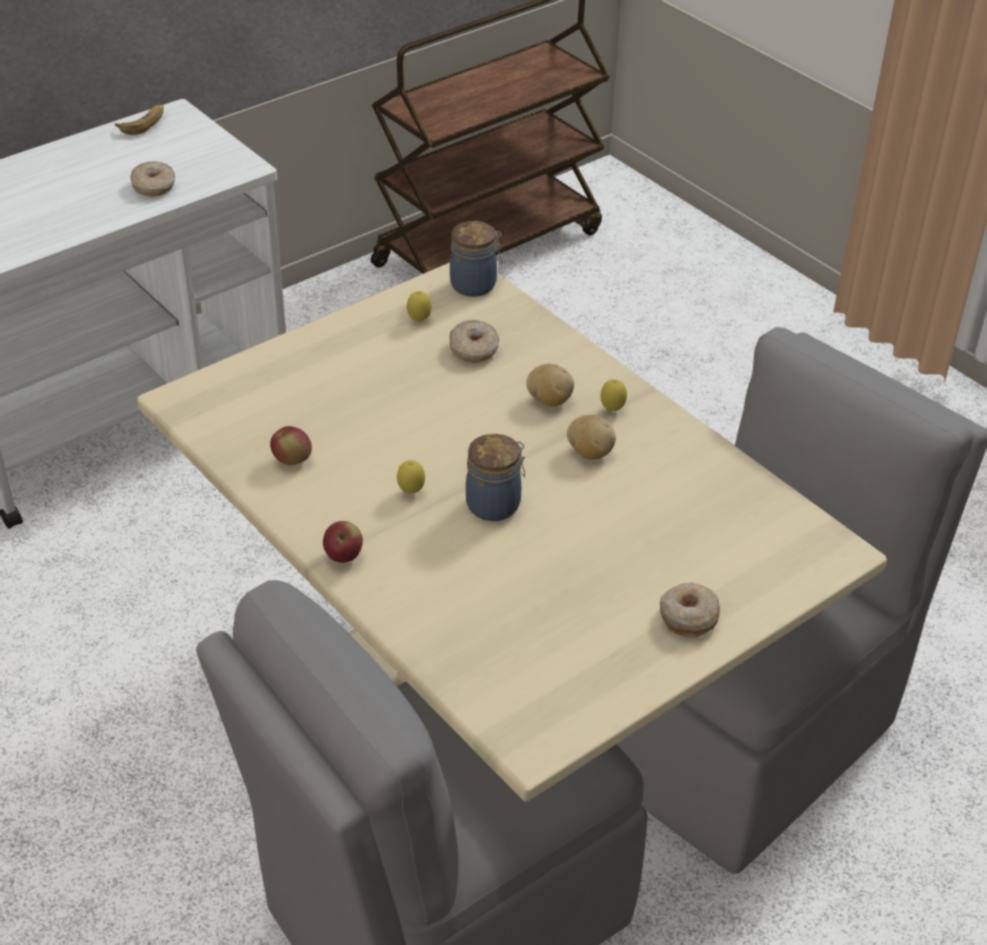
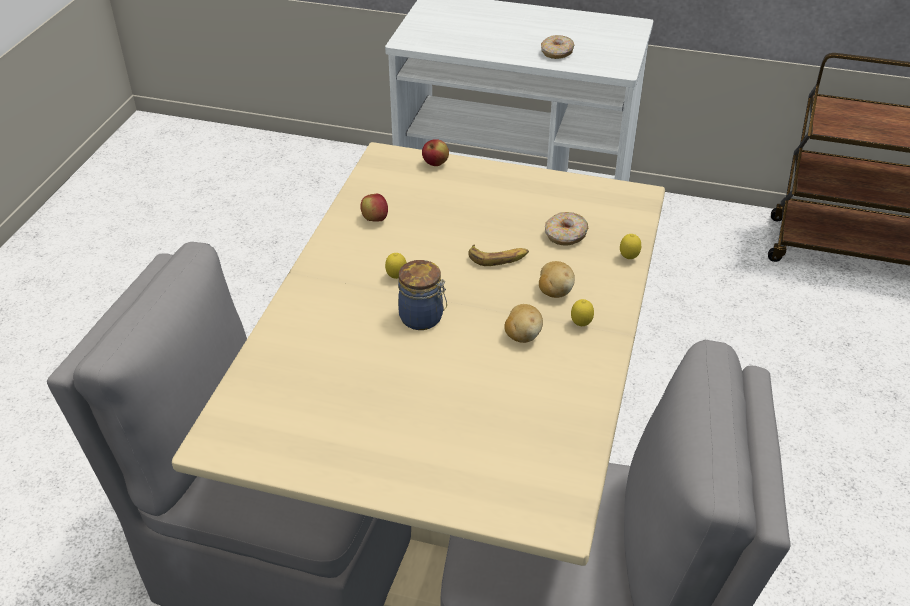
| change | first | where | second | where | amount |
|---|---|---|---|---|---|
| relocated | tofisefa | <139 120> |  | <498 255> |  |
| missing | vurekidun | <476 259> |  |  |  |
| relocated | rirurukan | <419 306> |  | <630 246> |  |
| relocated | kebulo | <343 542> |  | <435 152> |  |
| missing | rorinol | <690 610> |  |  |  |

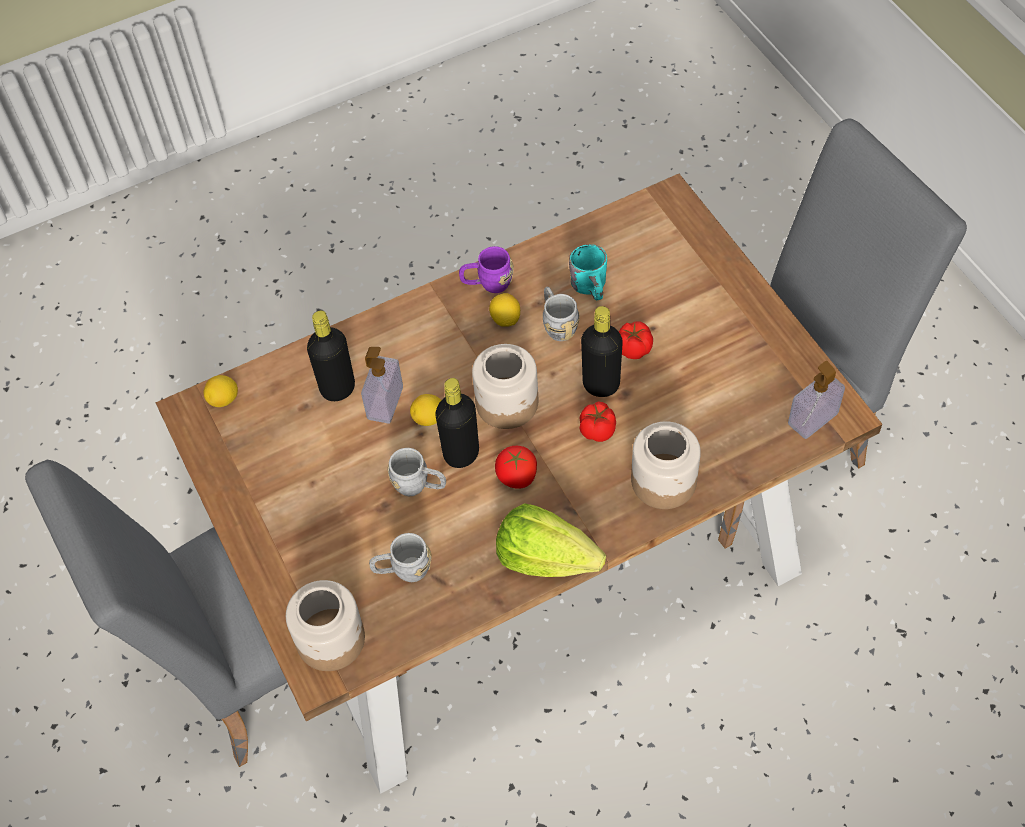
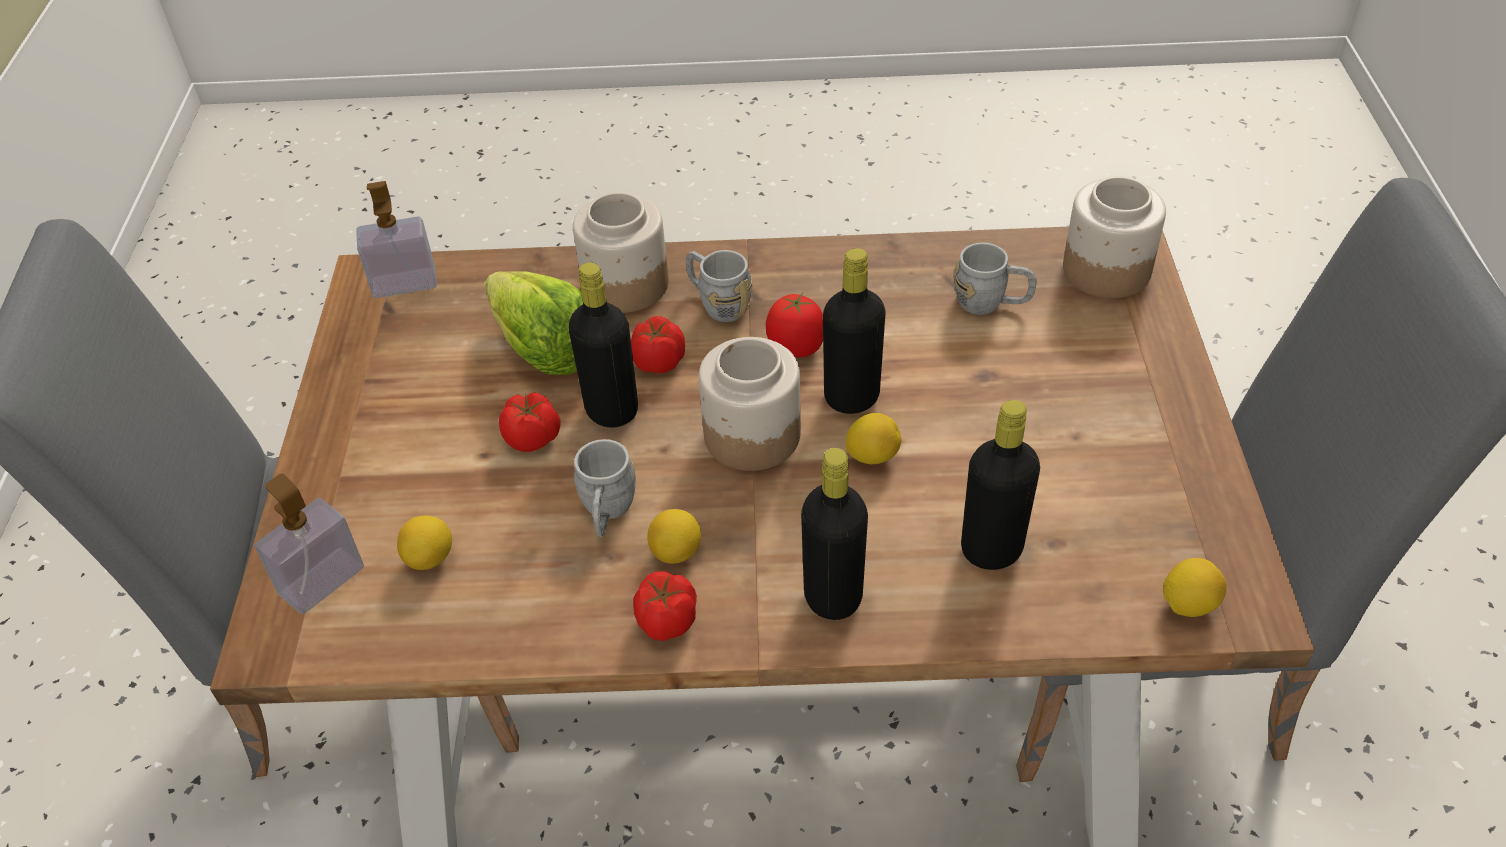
| change | first | where | second | where | amount |
|---|---|---|---|---|---|
| missing | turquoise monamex | <588 272> |  |  |  |
| exchanged | purple monamex | <486 269> | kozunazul | <665 606> |  |
| relocated | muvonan | <382 385> |  | <309 544> |  |
| relocated | grey monamex | <417 472> |  | <719 286> |  |
| relocated | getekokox | <551 540> |  | <534 323> |  |
| appeared |  |  | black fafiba | <834 534> |  |
| appeared |  |  | rirurukan | <424 543> |  |

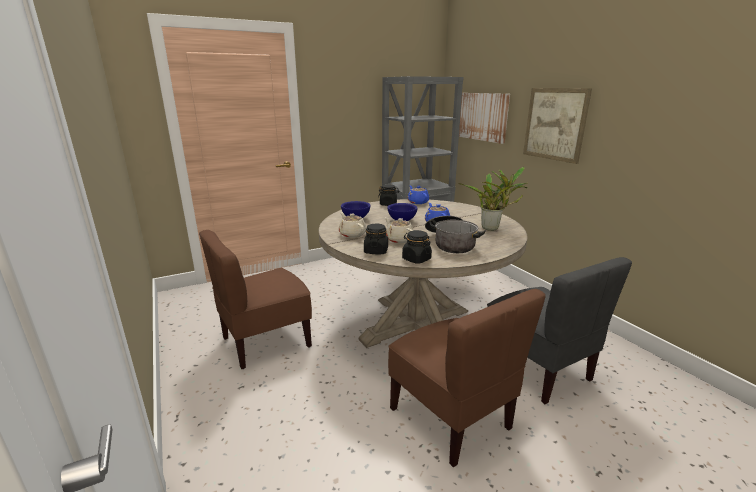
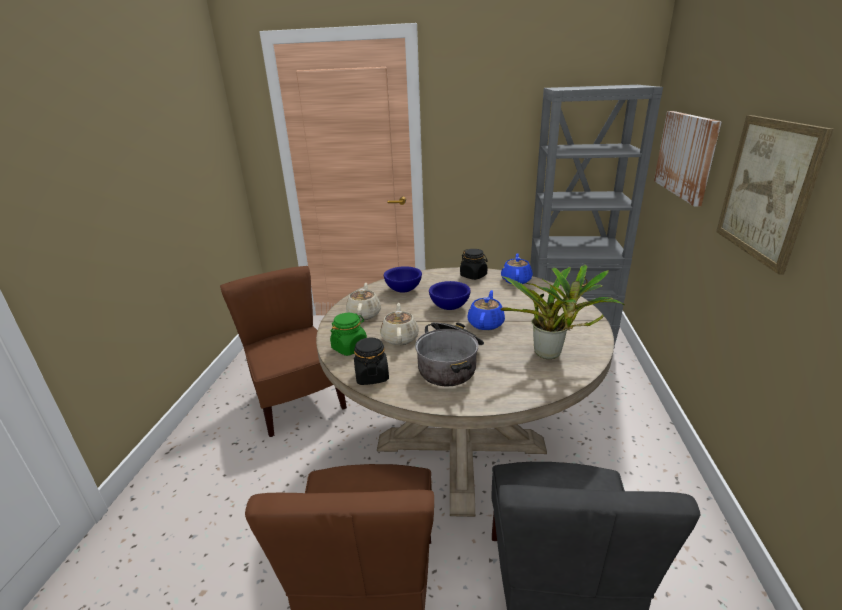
| change | first | where | second | where | amount |
|---|---|---|---|---|---|
| colour | black vurekidun | <376 239> | green vurekidun | <348 334> |  |
| spun | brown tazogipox | <255 299> |  | <283 351> | 60 degrees clockwise |

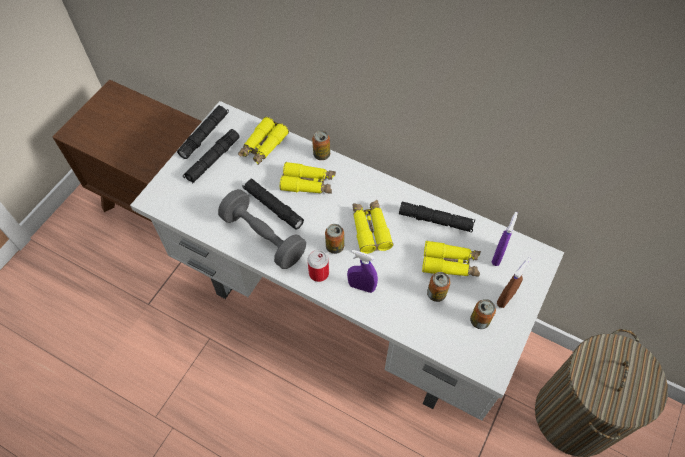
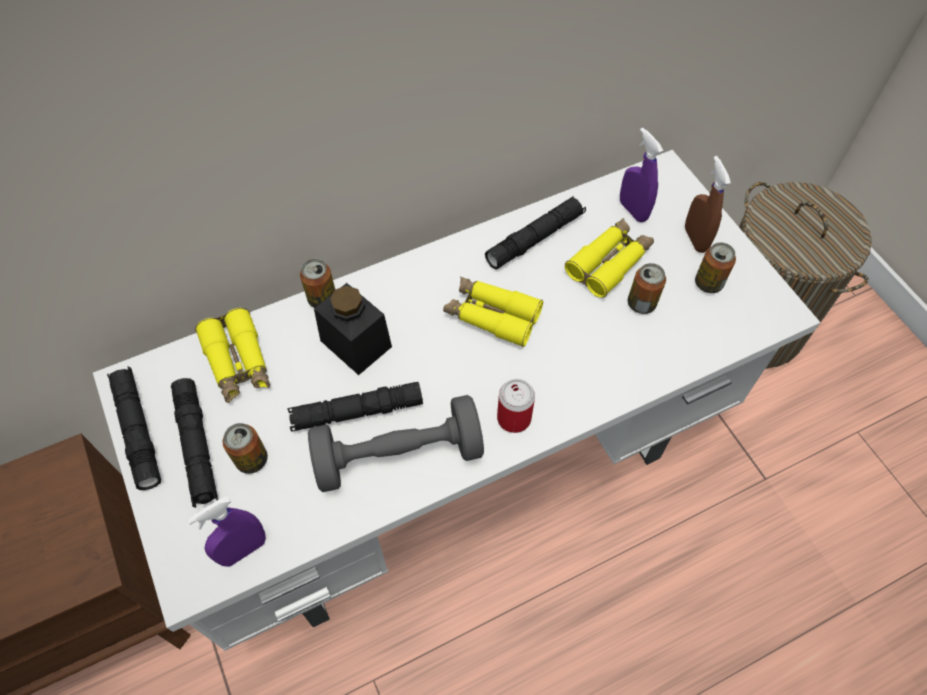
| change | first | where | second | where | amount |
|---|---|---|---|---|---|
| exchanged | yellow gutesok | <308 178> | black vurekidun | <353 329> |  |
| relocated | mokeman | <334 239> |  | <245 448> |  |
| relocated | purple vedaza | <362 271> |  | <226 531> |  |

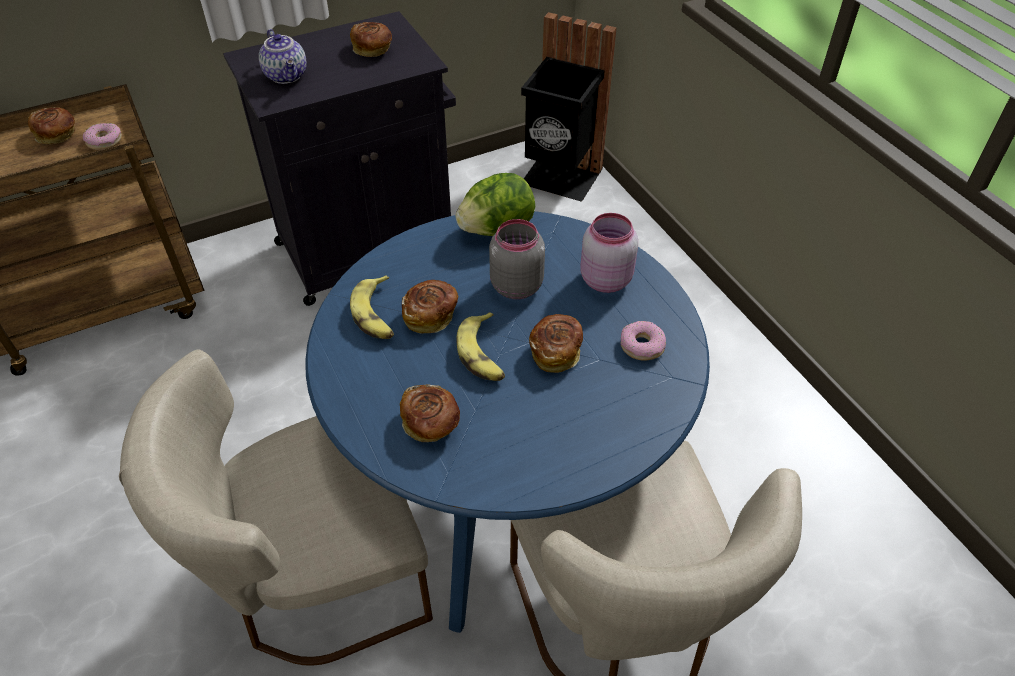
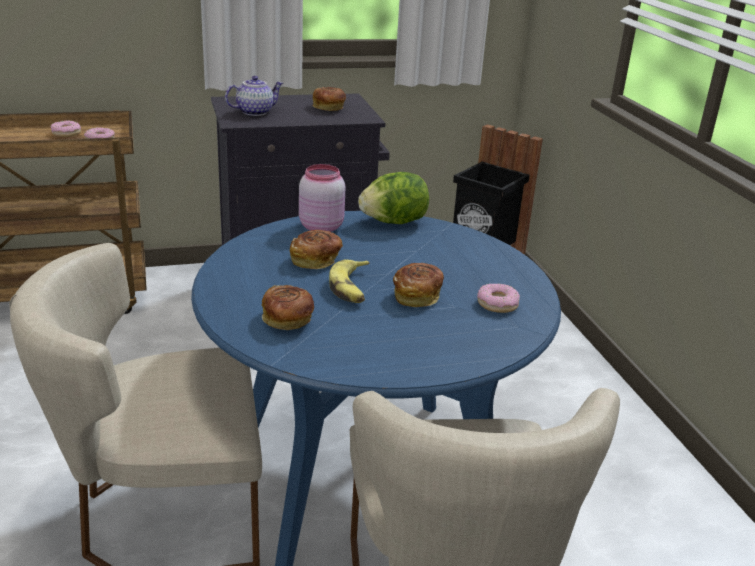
| change | first | where | second | where | amount |
|---|---|---|---|---|---|
| spun | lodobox | <283 56> |  | <254 96> | 105 degrees counterclockwise |
| exchanged | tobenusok | <51 125> | rorinol | <66 128> |  |
| relocated | pink vurekidun | <609 253> |  | <322 198> |  |
| missing | grey vurekidun | <517 259> |  |  |  |
| missing | tofisefa | <372 307> |  |  |  |

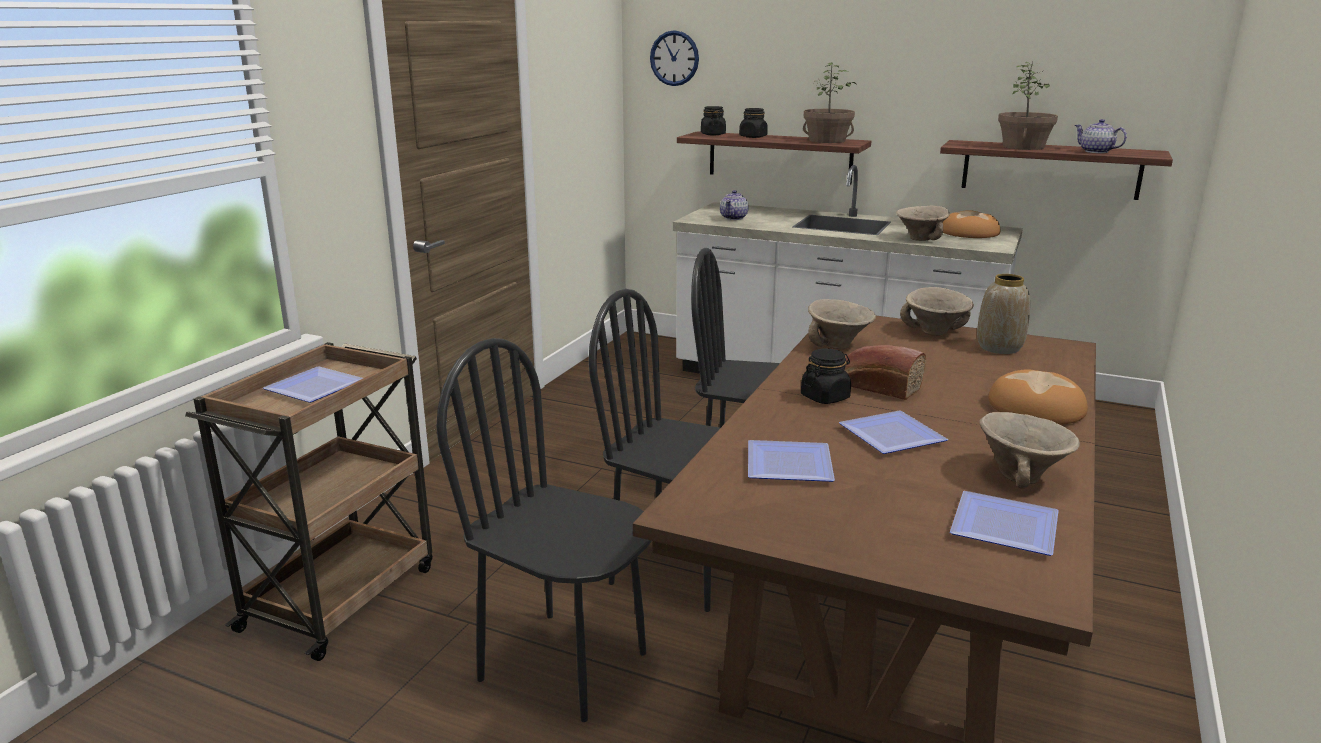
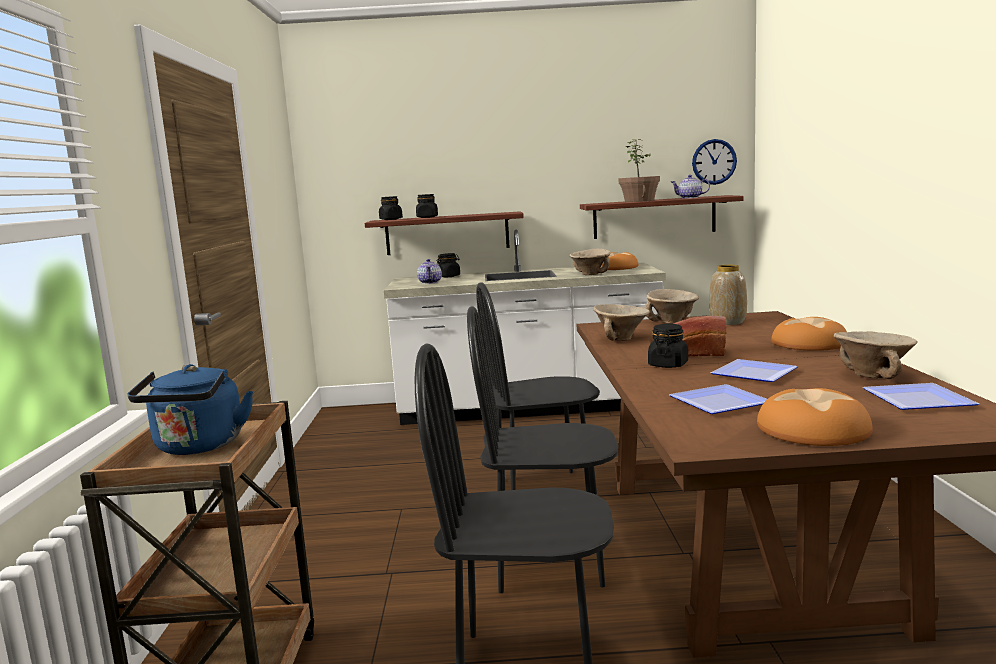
| change | first | where | second | where | amount |
|---|---|---|---|---|---|
| relocated | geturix | <674 58> |  | <714 162> |  |
| missing | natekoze | <829 102> |  |  |  |
| exchanged | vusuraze | <313 384> | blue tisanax | <190 409> |  |
| appeared |  |  | black vurekidun | <448 265> |  |
| appeared |  |  | tobenusok | <815 417> |  |

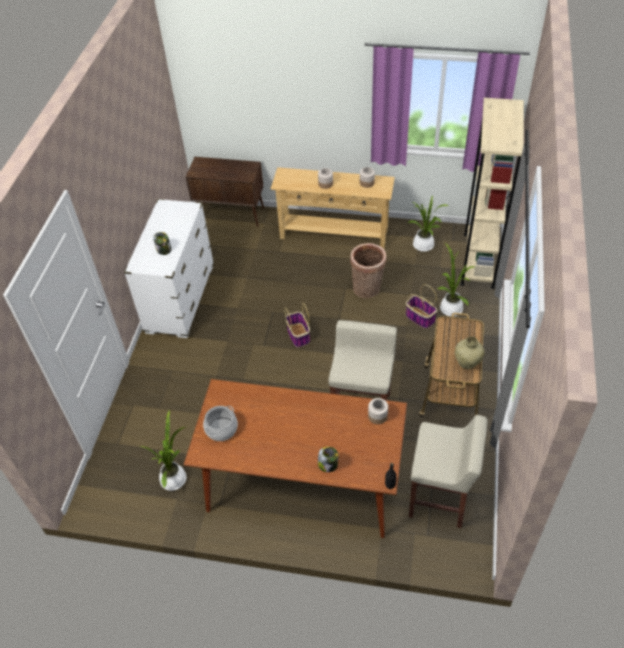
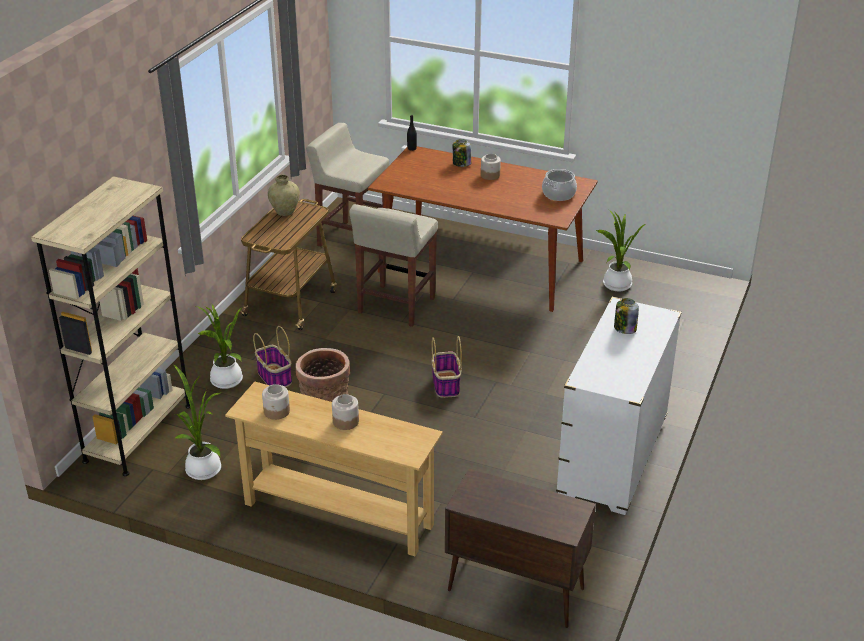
| change | first | where | second | where | amount |
|---|---|---|---|---|---|
| relocated | vurekidun | <378 411> |  | <491 167> |  |

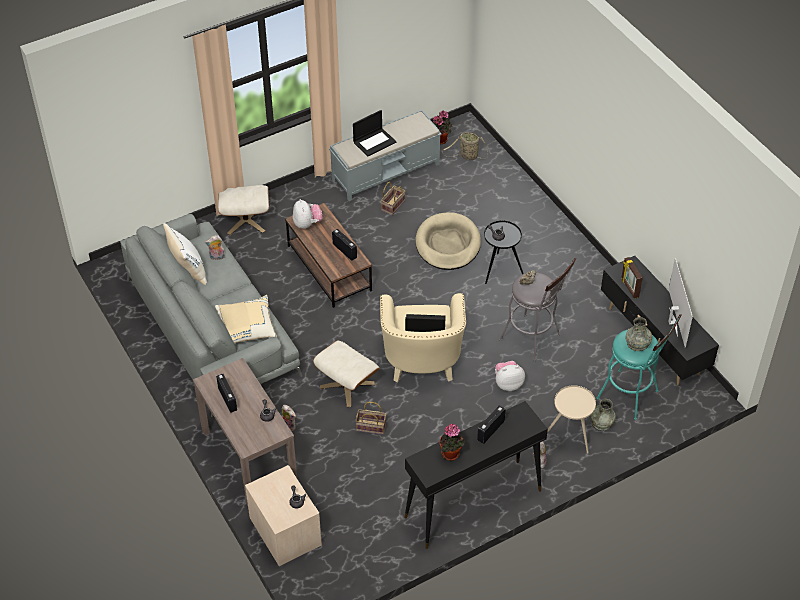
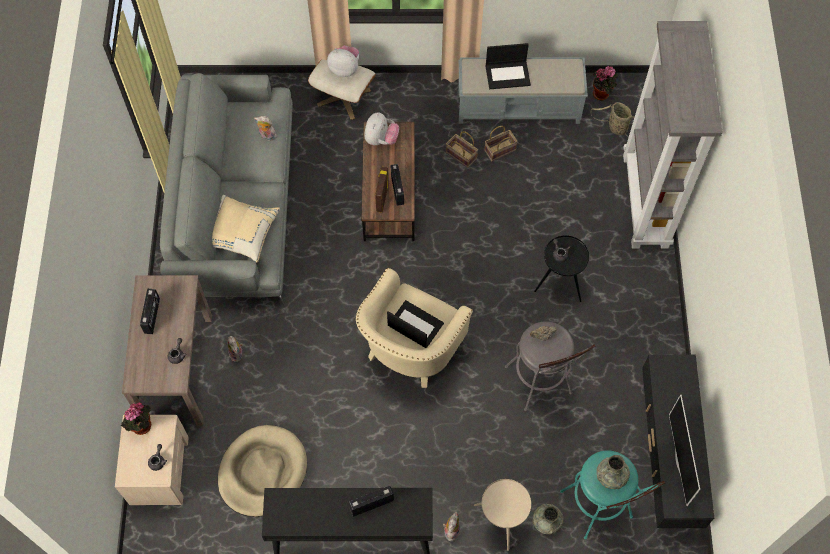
| change | first | where | second | where | amount |
|---|---|---|---|---|---|
| relocated | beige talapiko | <448 241> |  | <262 471> |  |
| missing | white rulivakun | <185 254> |  |  |  |
| relocated | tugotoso | <632 278> |  | <382 190> |  |
| spun | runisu | <680 303> |  | <684 450> | 150 degrees clockwise |
| missing | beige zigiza | <346 374> |  |  |  |
| relocated | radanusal | <510 376> |  | <343 61> |  |
| relocated | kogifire | <370 418> |  | <462 149> |  |
| relocated | natekoze | <452 442> |  | <136 418> |  |
| appeared |  |  | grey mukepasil | <673 135> |  |

